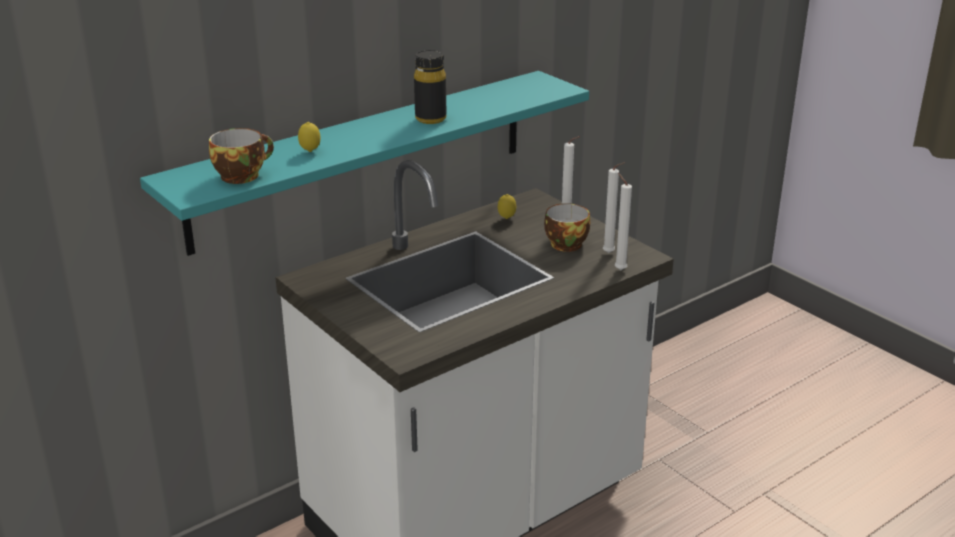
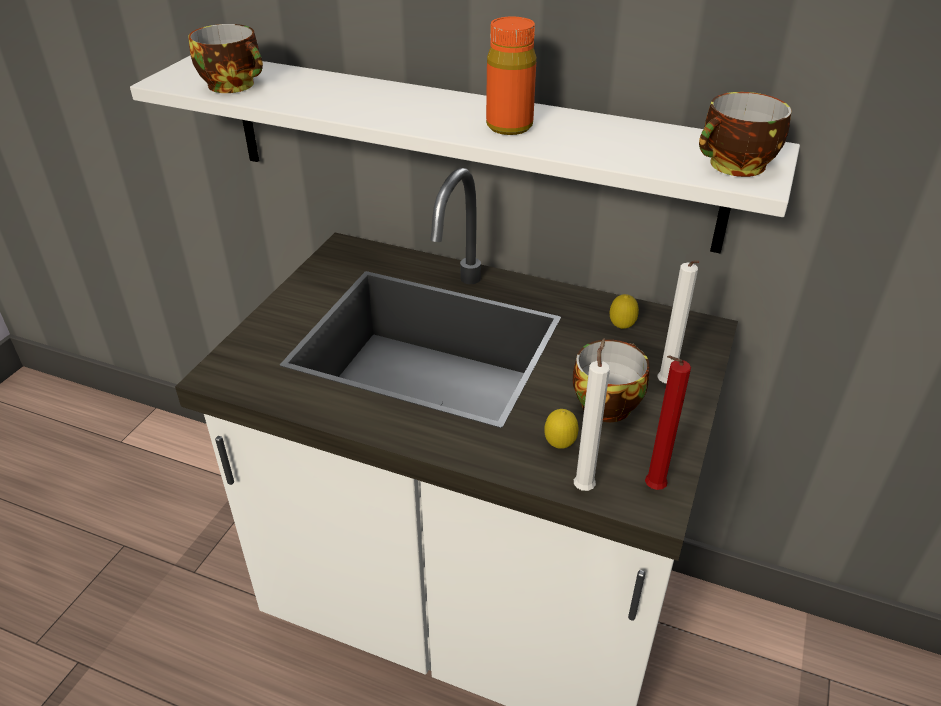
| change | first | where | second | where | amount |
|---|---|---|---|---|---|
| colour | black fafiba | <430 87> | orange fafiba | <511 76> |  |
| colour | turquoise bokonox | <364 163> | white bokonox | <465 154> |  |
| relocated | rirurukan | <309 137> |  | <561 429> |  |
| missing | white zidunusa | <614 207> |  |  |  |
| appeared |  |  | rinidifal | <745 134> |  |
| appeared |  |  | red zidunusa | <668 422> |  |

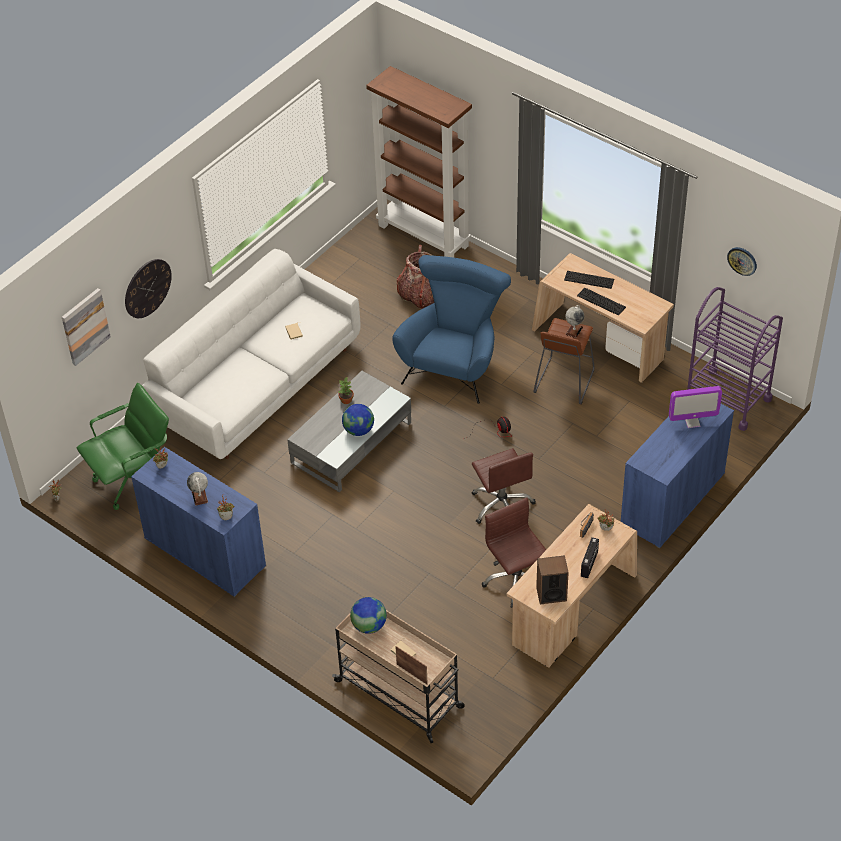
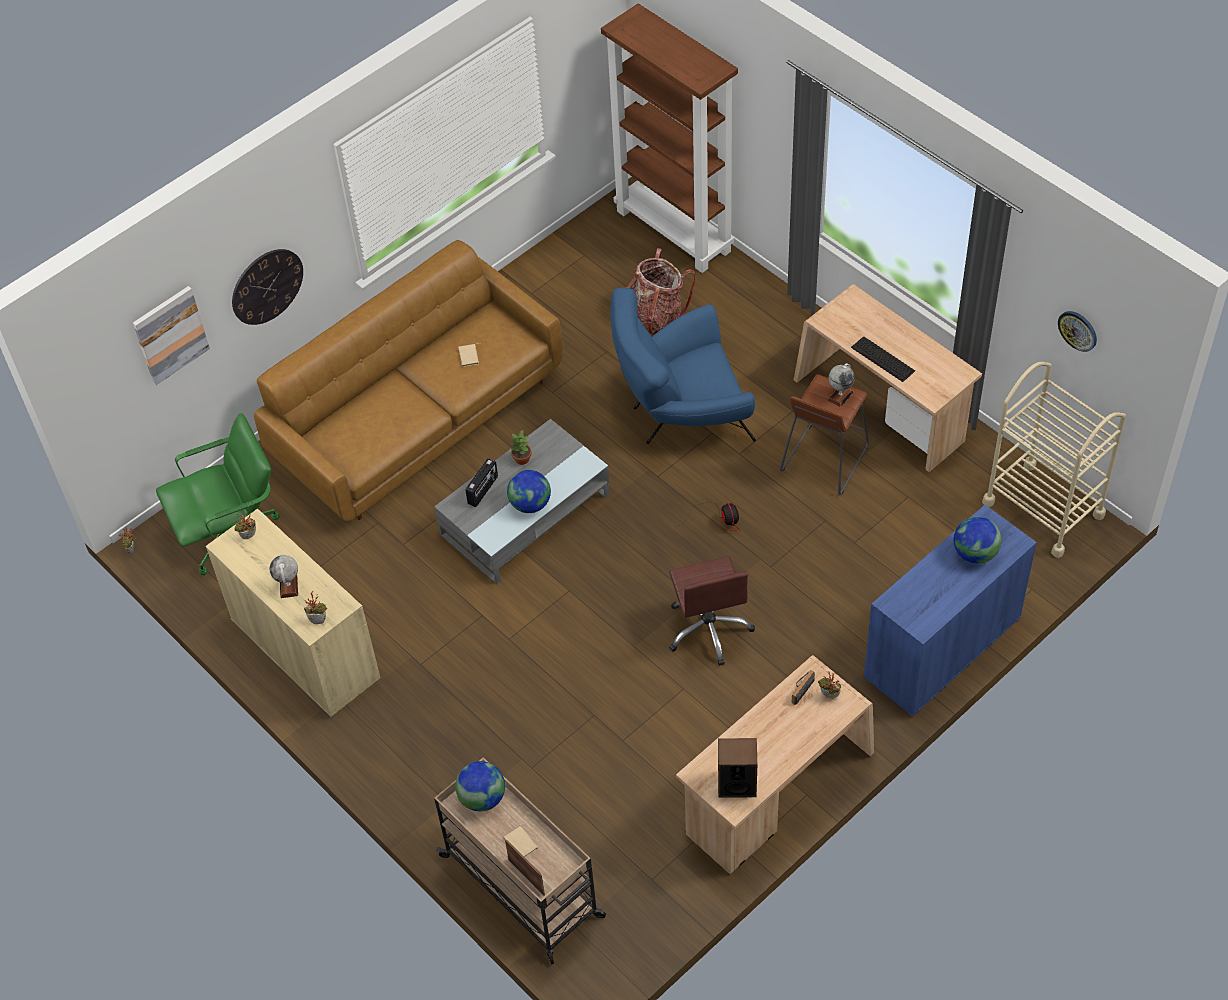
| change | first | where | second | where | amount |
|---|---|---|---|---|---|
| colour | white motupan | <251 354> | brown motupan | <408 380> |  |
| spun | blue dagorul | <451 329> |  | <683 365> | 135 degrees counterclockwise |
| missing | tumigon | <589 280> |  |  |  |
| colour | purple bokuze | <735 359> | beige bokuze | <1054 460> |  |
| exchanged | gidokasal | <695 407> | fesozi | <978 540> |  |
| colour | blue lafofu | <198 522> | beige lafofu | <293 613> |  |
| missing | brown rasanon | <514 553> |  |  |  |
| relocated | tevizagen | <590 557> |  | <482 482> |  |

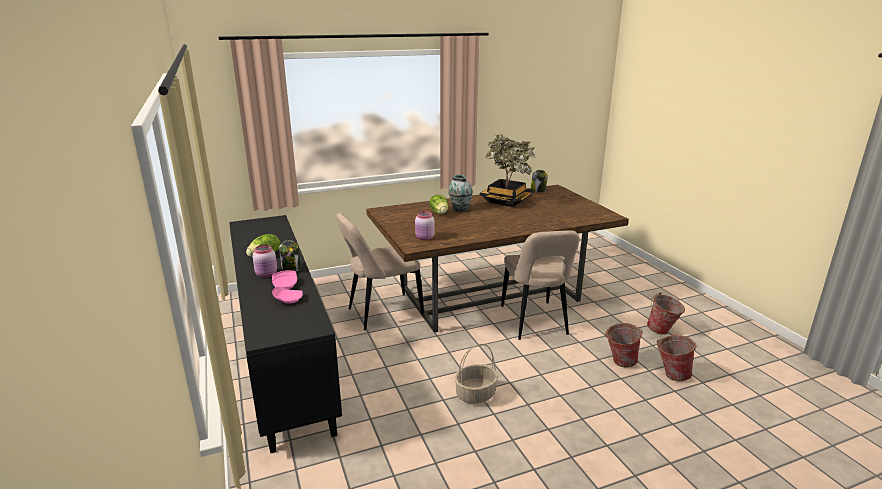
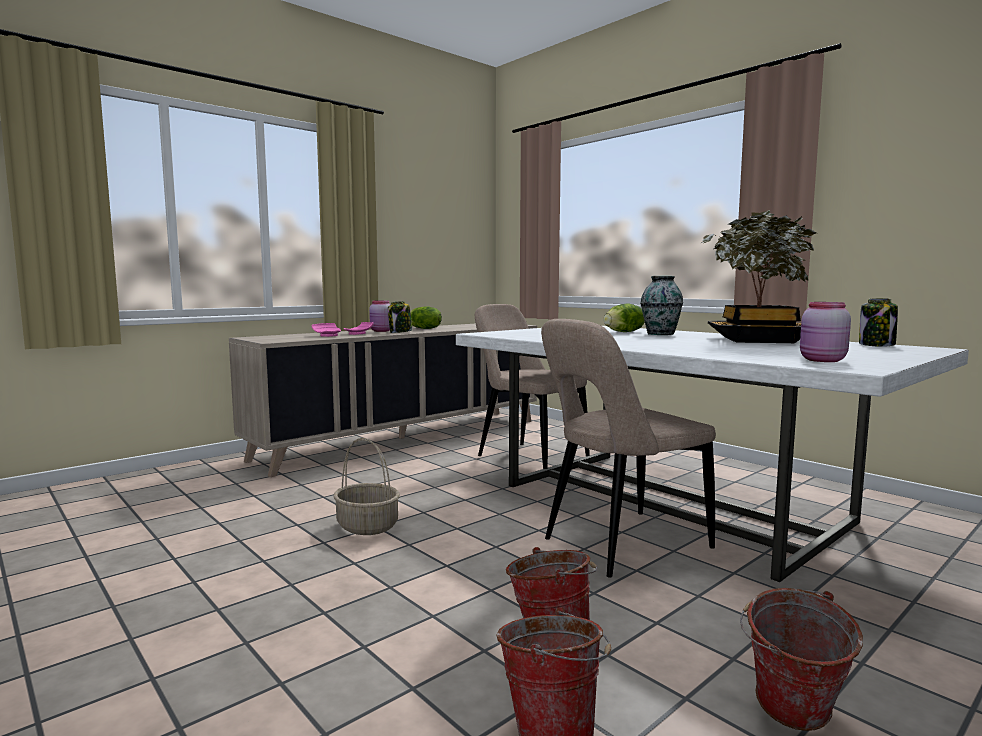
| change | first | where | second | where | amount |
|---|---|---|---|---|---|
| colour | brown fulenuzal | <497 259> | white fulenuzal | <712 454> |  |
| relocated | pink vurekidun | <425 225> |  | <825 332> |  |
| colour | black lafofu | <285 334> | beige lafofu | <383 400> |  |

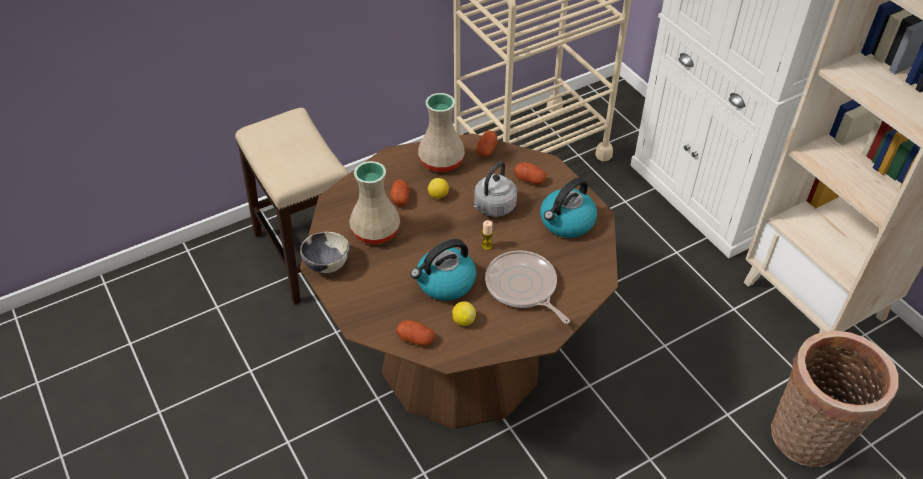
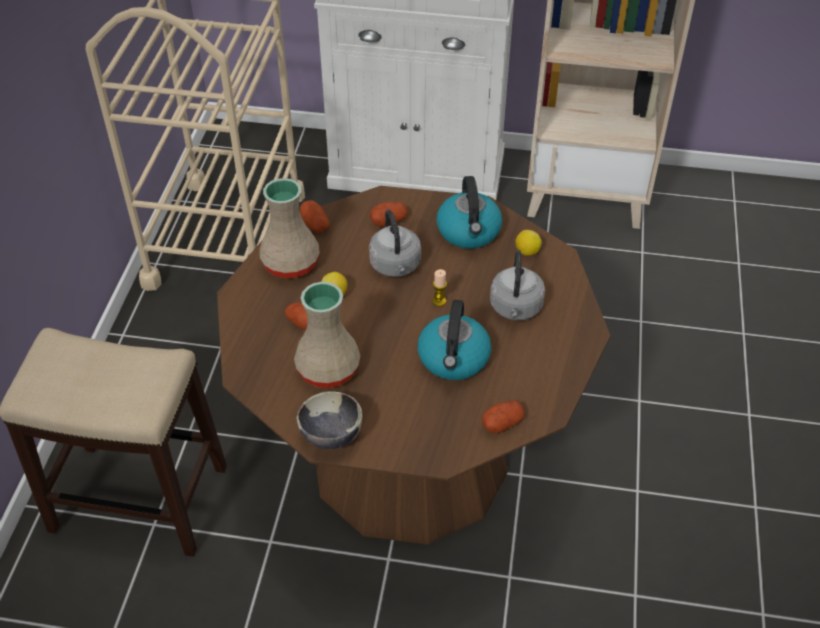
| change | first | where | second | where | amount |
|---|---|---|---|---|---|
| exchanged | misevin | <527 287> | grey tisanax | <517 285> |  |
| relocated | rirurukan | <464 313> |  | <528 243> |  |
| missing | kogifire | <834 398> |  |  |  |

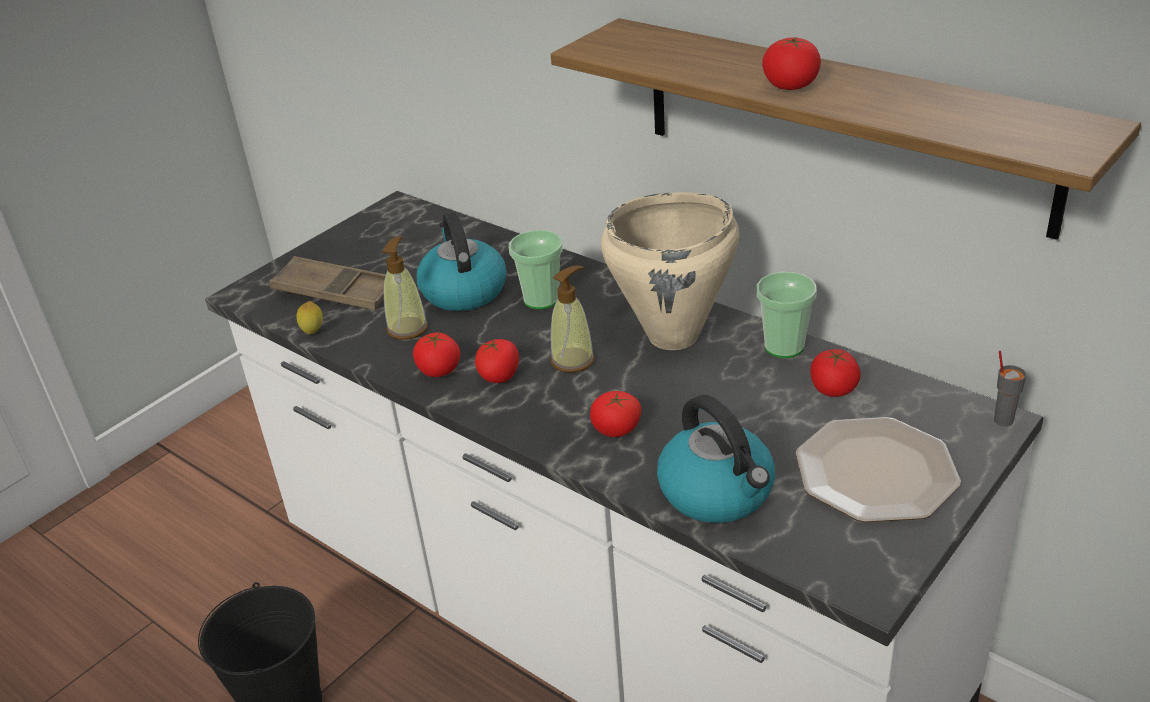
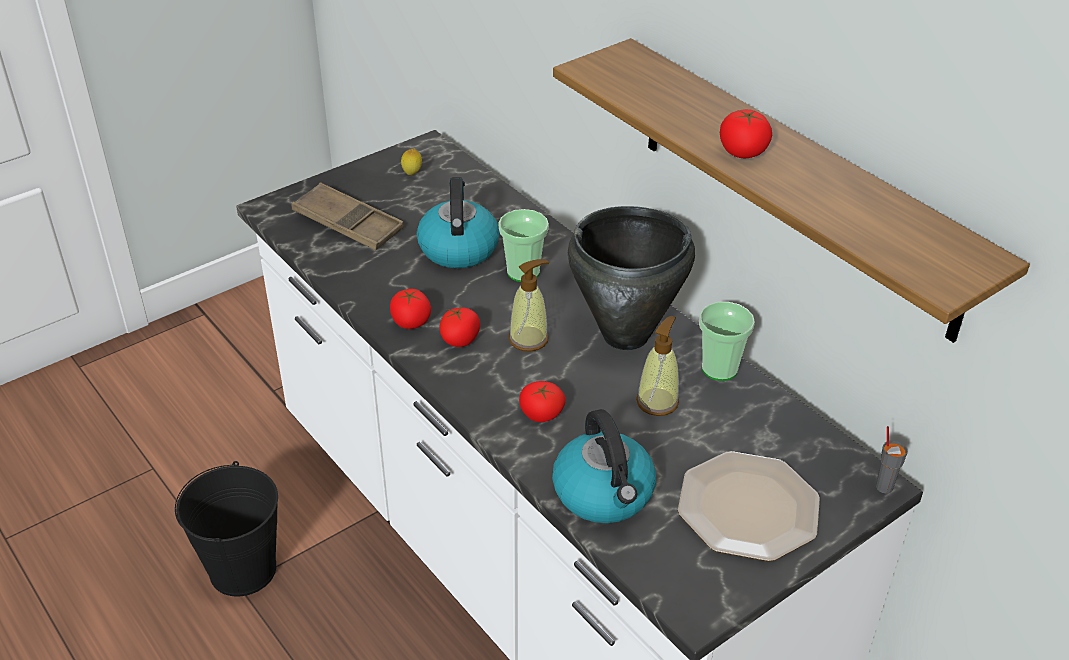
| change | first | where | second | where | amount |
|---|---|---|---|---|---|
| colour | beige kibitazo | <670 271> | black kibitazo | <631 278> |  |
| relocated | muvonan | <405 288> |  | <657 366> |  |
| relocated | rirurukan | <309 317> |  | <411 161> |  |
| missing | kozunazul | <835 373> |  |  |  |

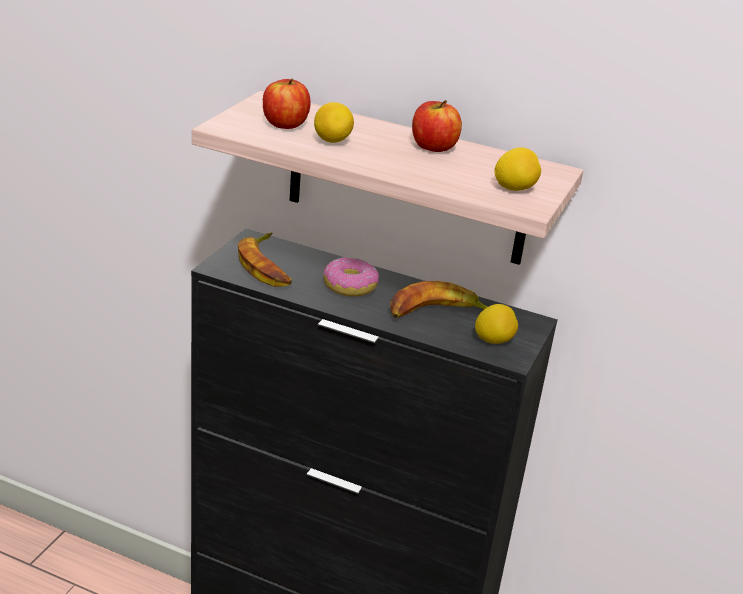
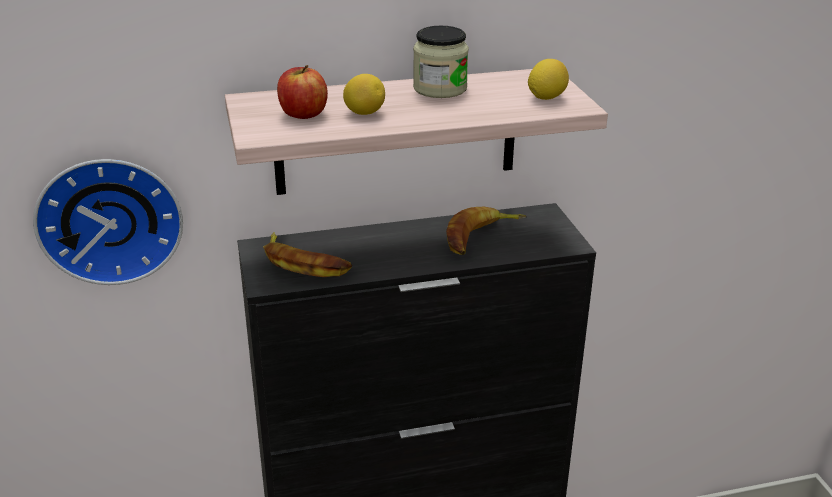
| change | first | where | second | where | amount |
|---|---|---|---|---|---|
| exchanged | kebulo | <437 126> | vurekidun | <441 62> |  |
| missing | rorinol | <351 276> |  |  |  |
| missing | rirurukan | <496 324> |  |  |  |
| appeared |  |  | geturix | <108 222> |  |

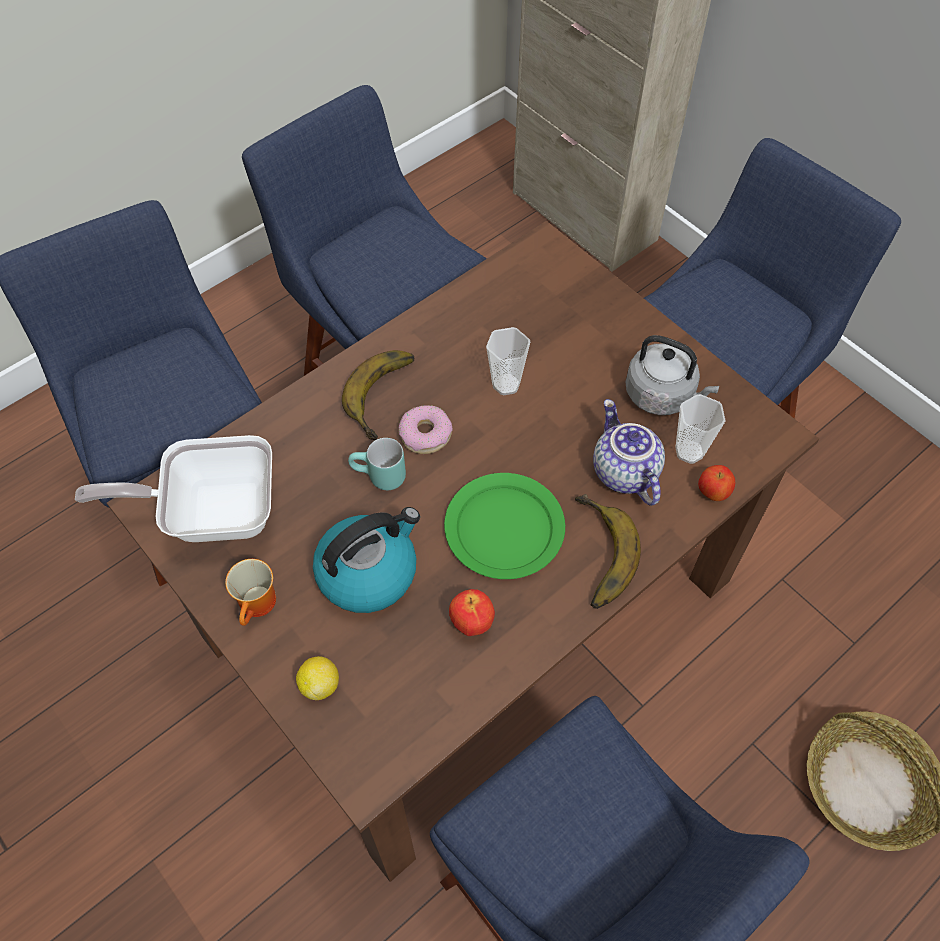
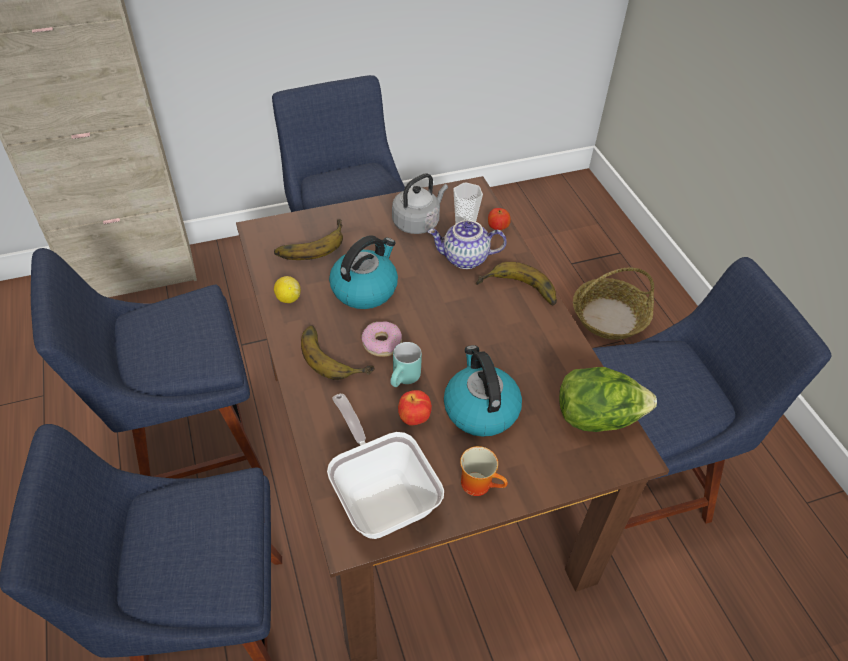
| change | first | where | second | where | amount |
|---|---|---|---|---|---|
| exchanged | rinidifal | <508 361> | tisanax | <363 272> |  |
| spun | misevin | <173 488> |  | <385 466> | 135 degrees clockwise |
| missing | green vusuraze | <504 526> |  |  |  |
| relocated | kebulo | <472 612> |  | <415 407> |  |
| relocated | rirurukan | <317 678> |  | <287 289> |  |
| appeared |  |  | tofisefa | <308 239> |  |
| appeared |  |  | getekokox | <608 399> |  |

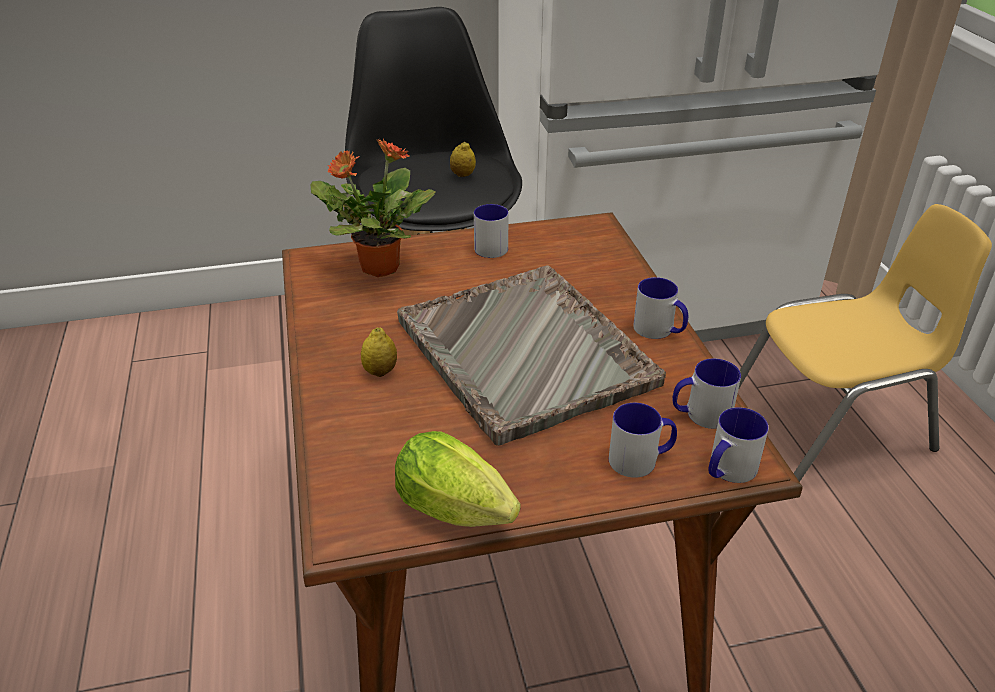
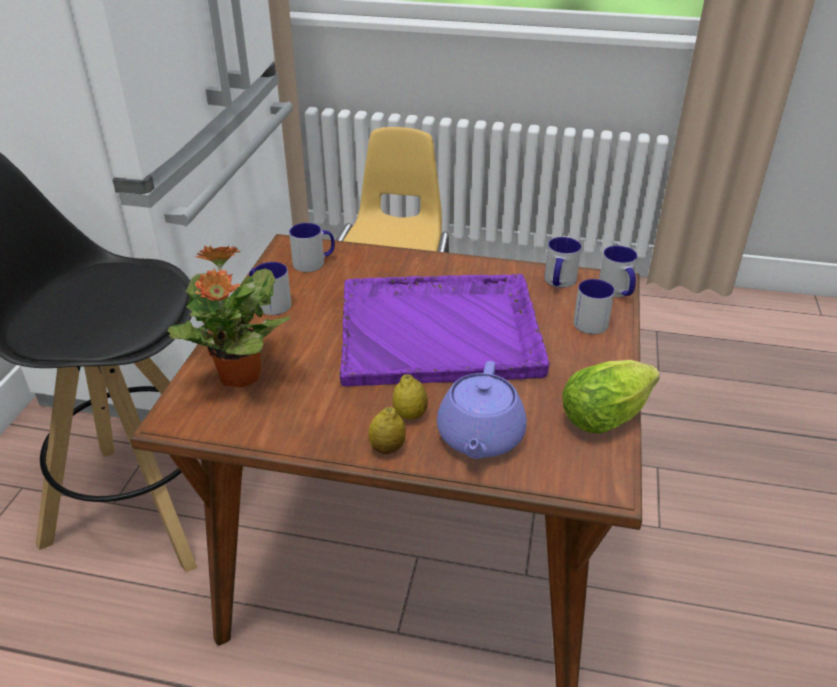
| change | first | where | second | where | amount |
|---|---|---|---|---|---|
| relocated | rirurukan | <463 159> |  | <387 430> |  |
| colour | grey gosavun | <531 355> | purple gosavun | <444 330> |  |
| relocated | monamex | <660 308> |  | <312 247> |  |
| appeared |  |  | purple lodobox | <482 410> |  |

